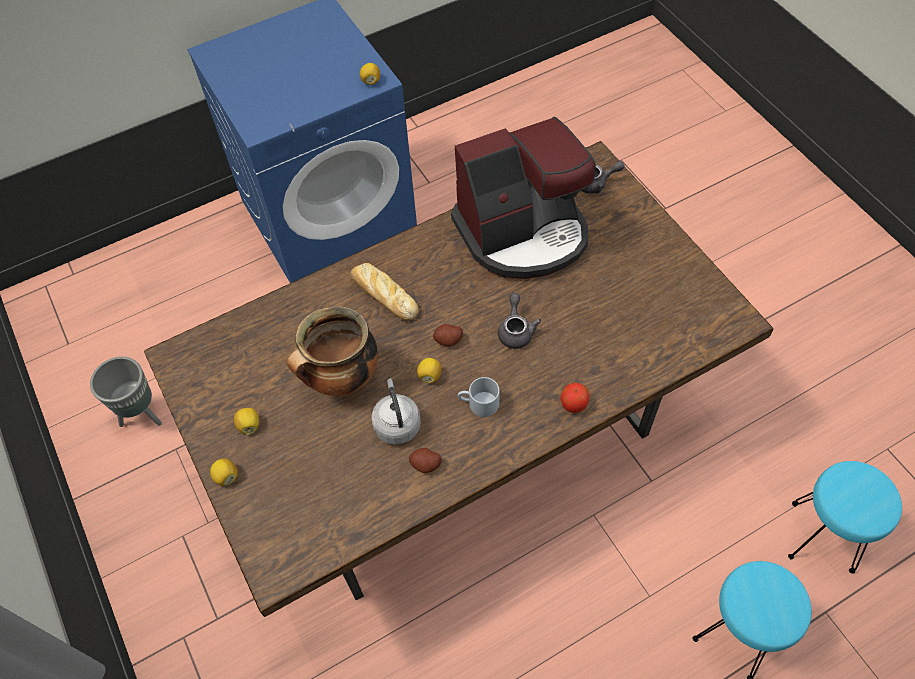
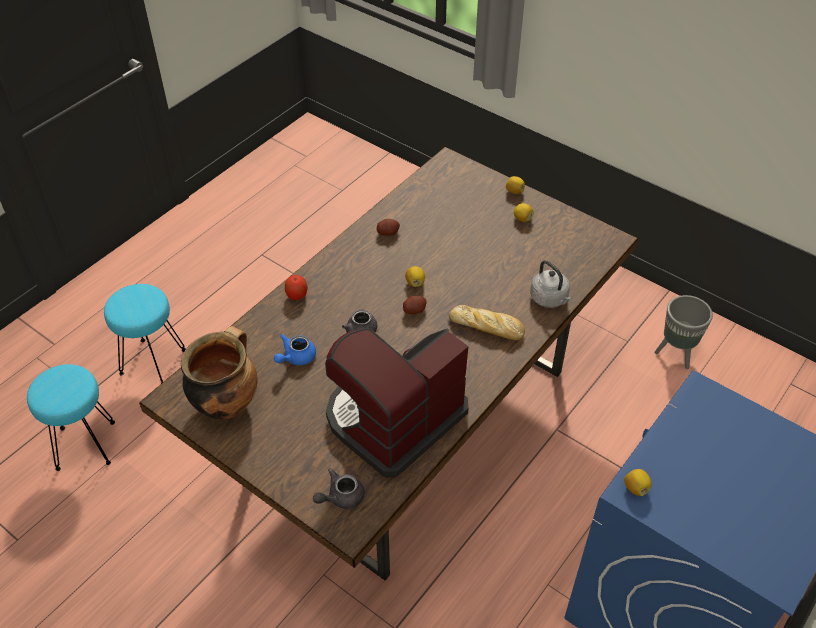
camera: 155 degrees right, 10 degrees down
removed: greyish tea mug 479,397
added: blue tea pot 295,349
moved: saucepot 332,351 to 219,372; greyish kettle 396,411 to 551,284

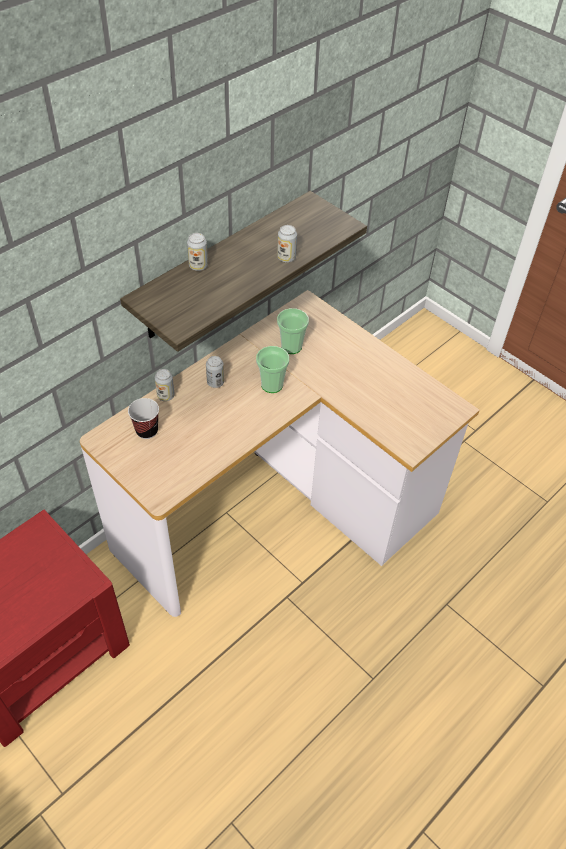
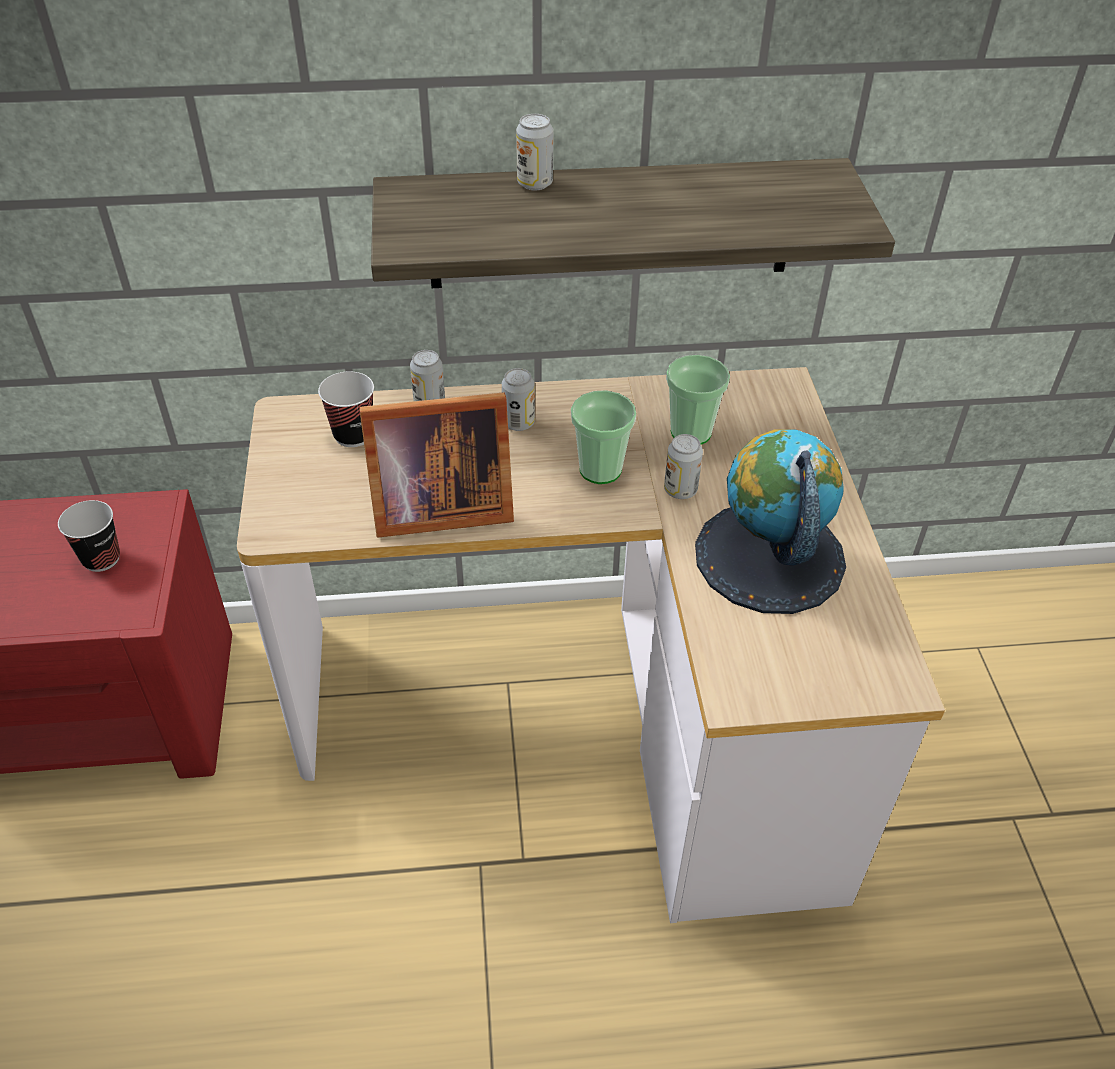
camera: 40 degrees right, 5 degrees down
added: photo frame 437,465; desk globe 770,521; small cup 89,536
moved: sealed can 287,244 to 683,466

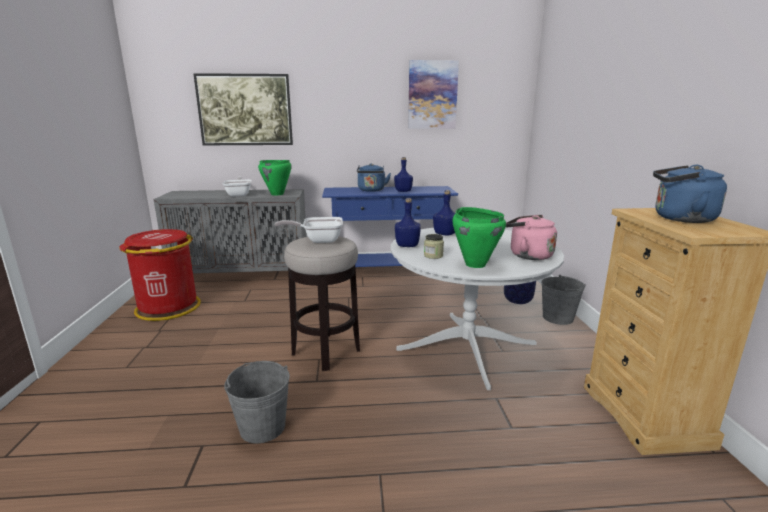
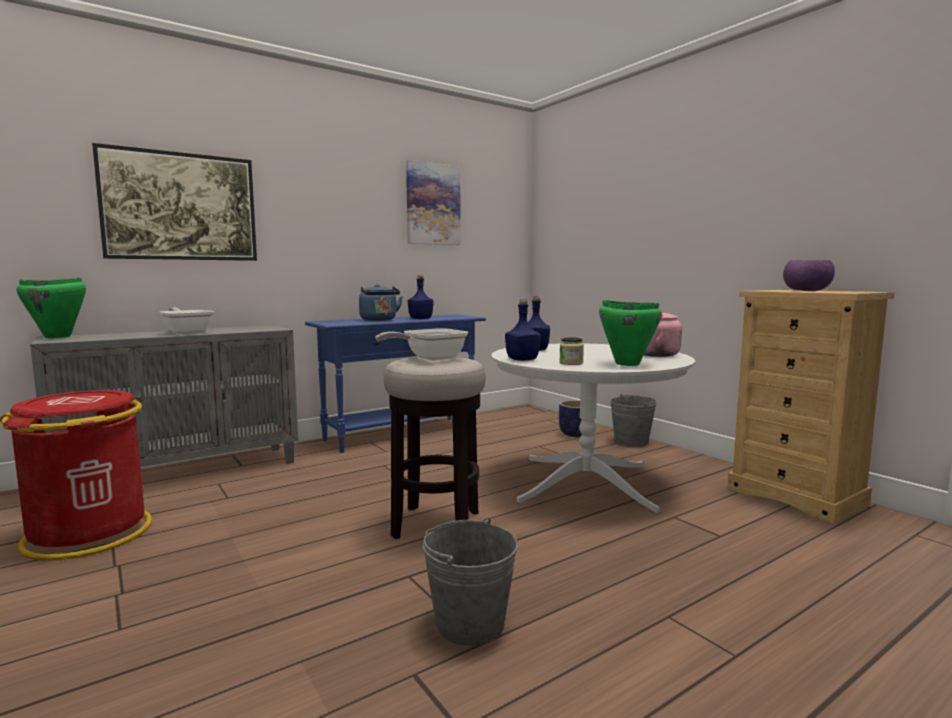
camera: 30 degrees left, 10 degrees down
moved: green saucepot 275,177 to 51,308
replaced: blue kettle 690,194 to purple serving bowl 809,275

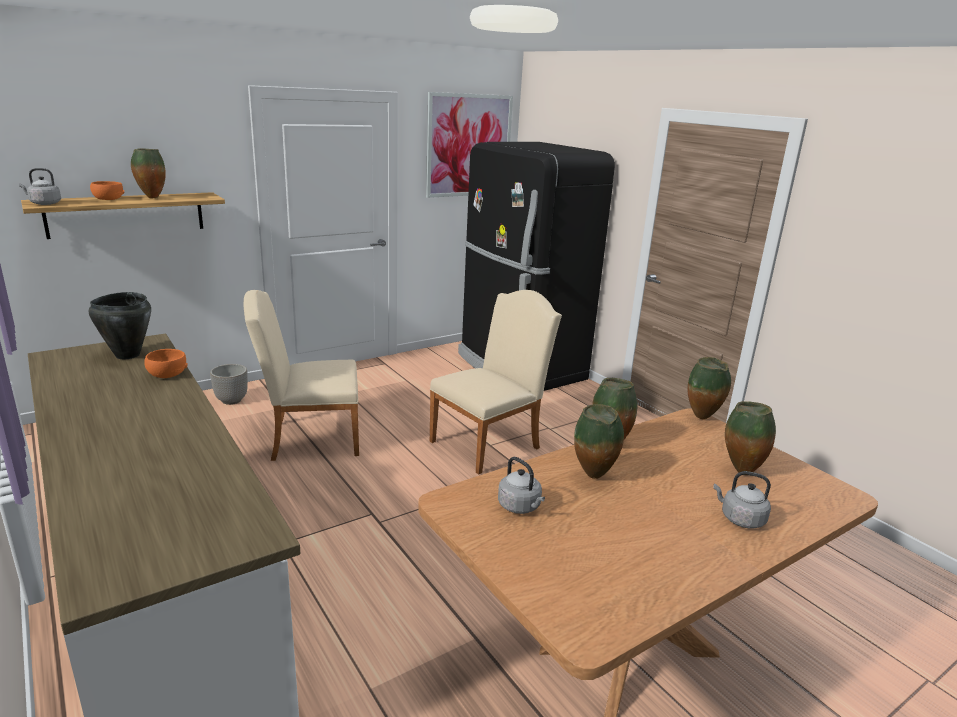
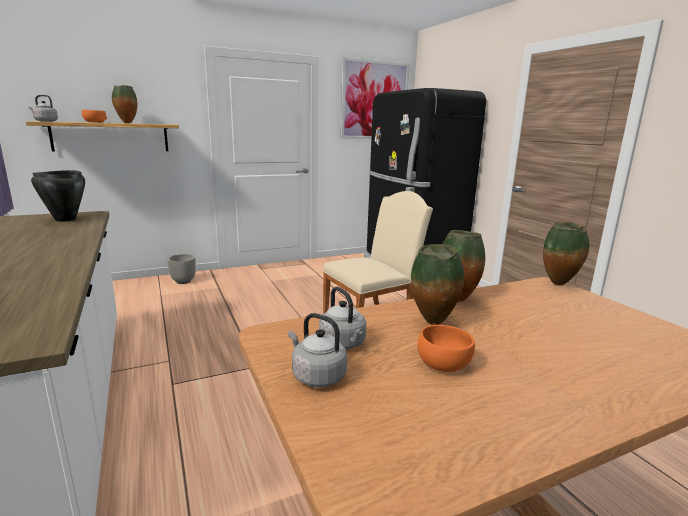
camera: 10 degrees right, 5 degrees down
removed: beige plain chair 301,375; decorative vase 750,436
moved: orange-coloured serving bowl 166,363 to 446,348; greyish kettle 742,500 to 317,350

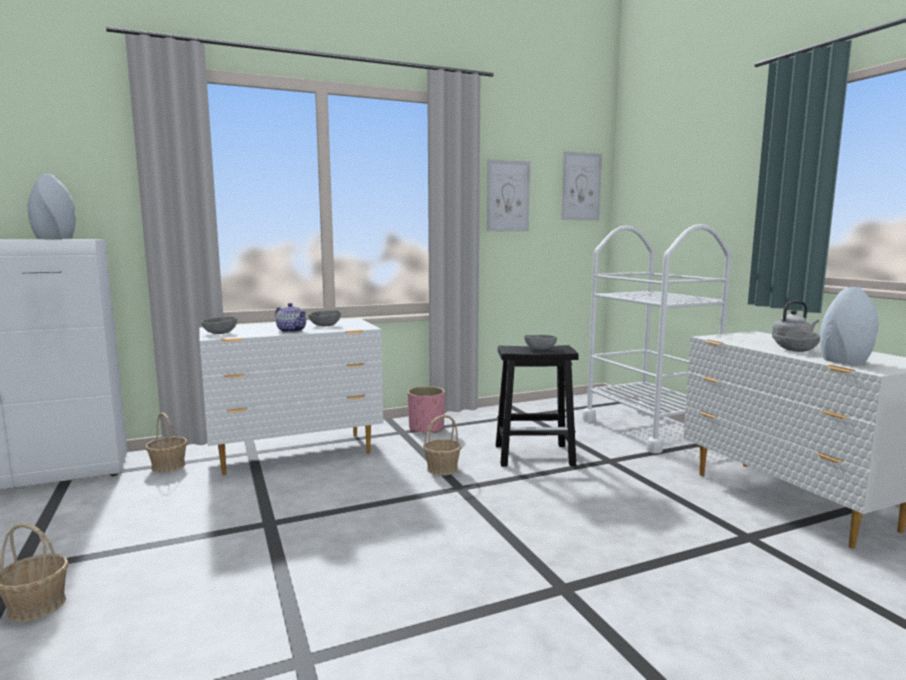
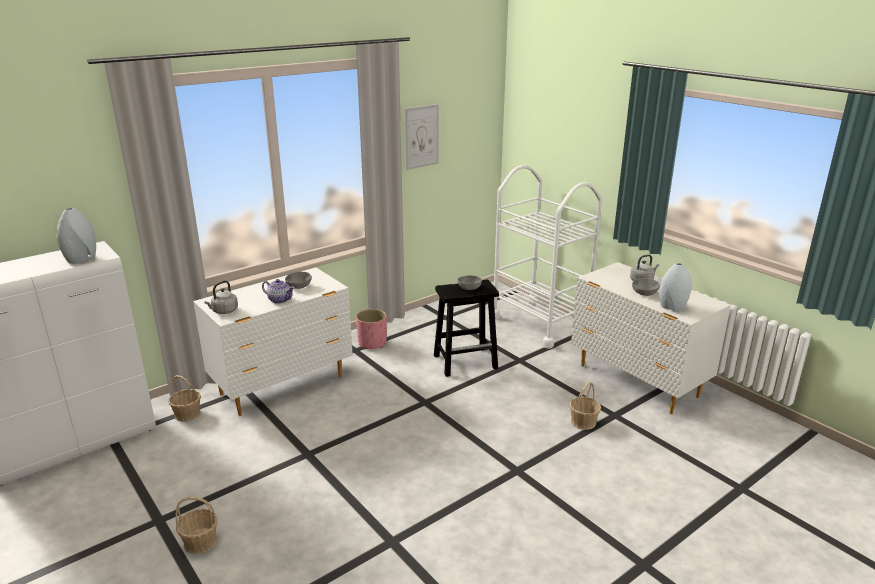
camera: 15 degrees left, 15 degrees up
removed: wall art 581,185
moved: household basket 442,445 to 585,406
replaced: greyish serving bowl 219,325 to greyish kettle 221,297

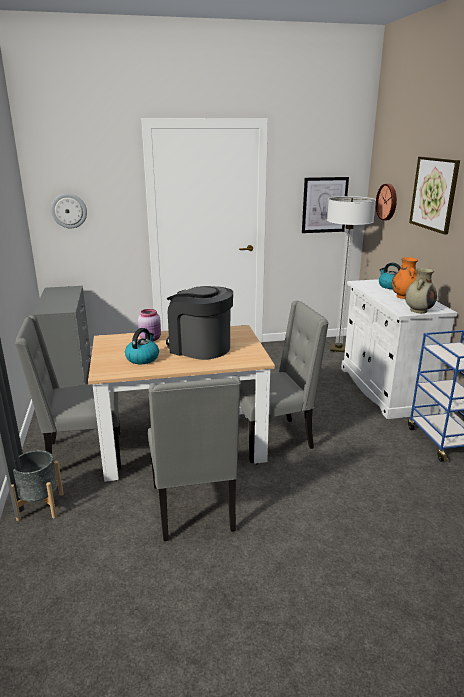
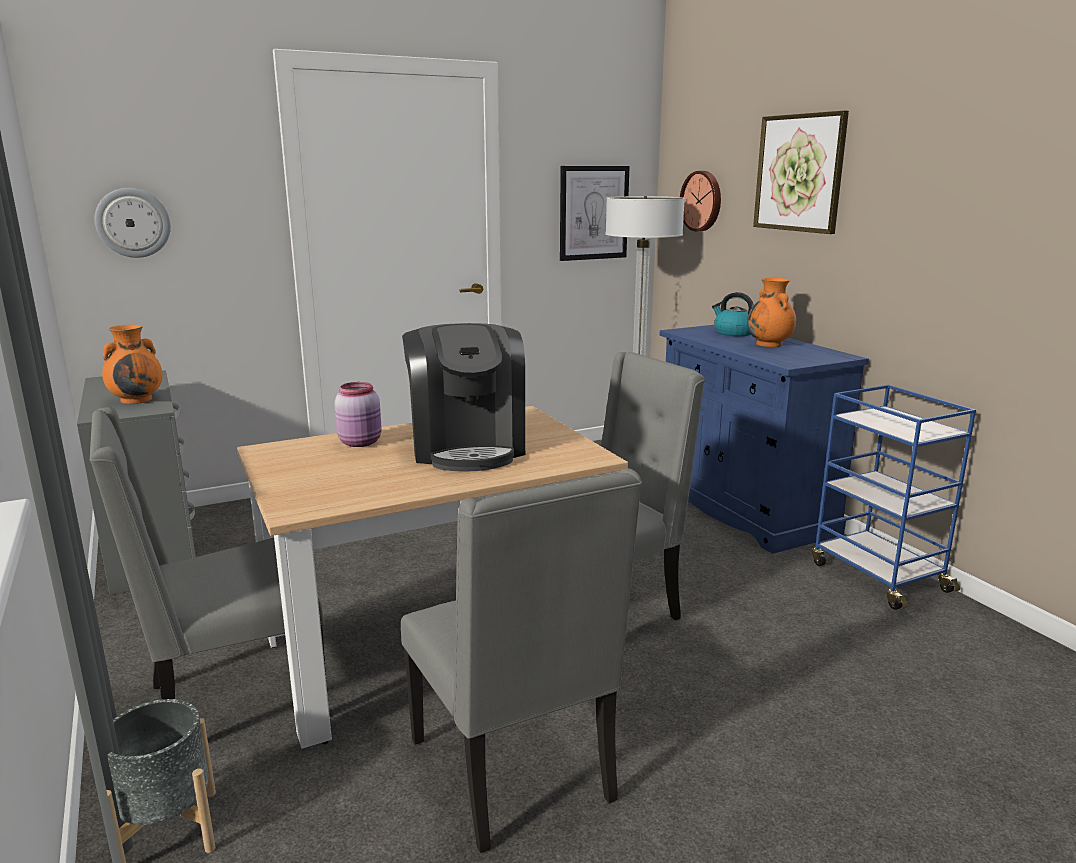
camera: 15 degrees left, 5 degrees down
removed: beige decorative vase 421,290; kettle 142,346
added: orange-coloured decorative vase 132,364
recoloured: white-coloured cupboard 399,349 to blue cupboard 764,439
turned: coffee maker 199,323 = 463,397 120 degrees counterclockwise

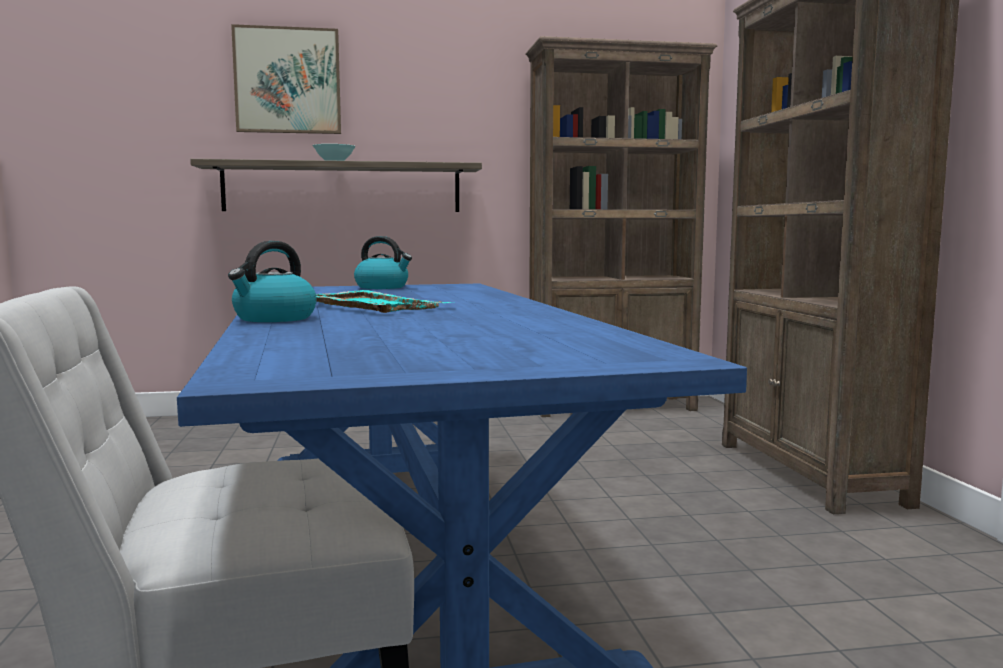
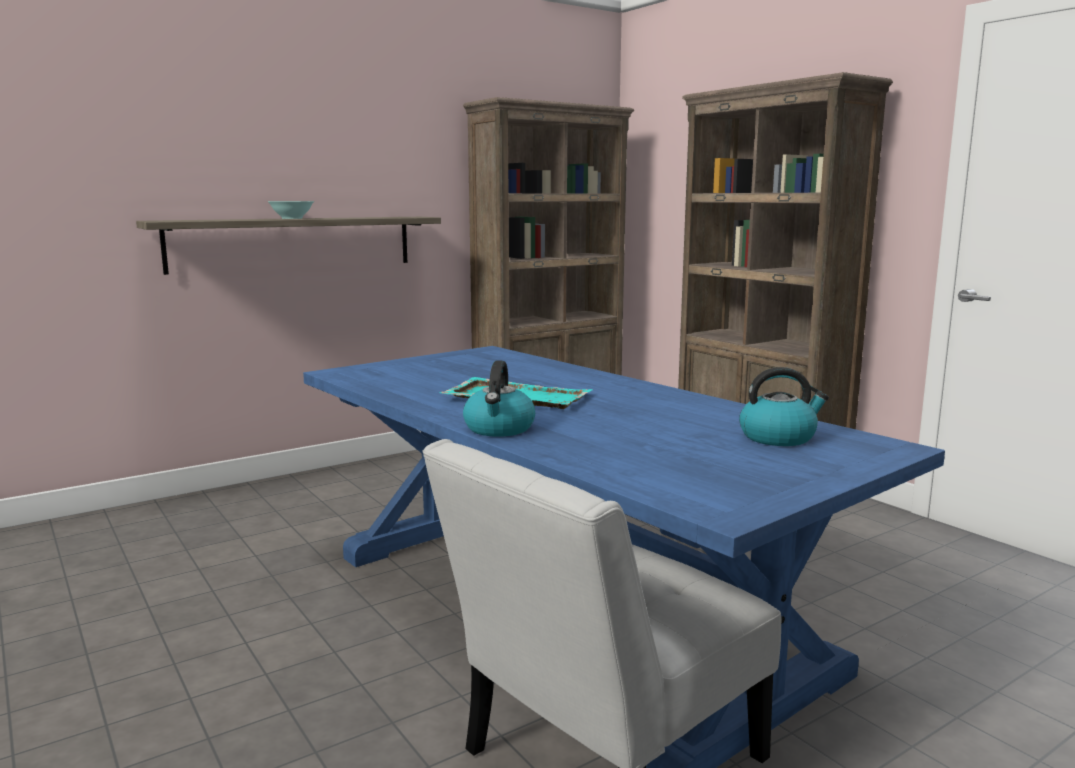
camera: 25 degrees left, 5 degrees up
removed: wall art 286,79
moved: kettle 383,262 to 784,406

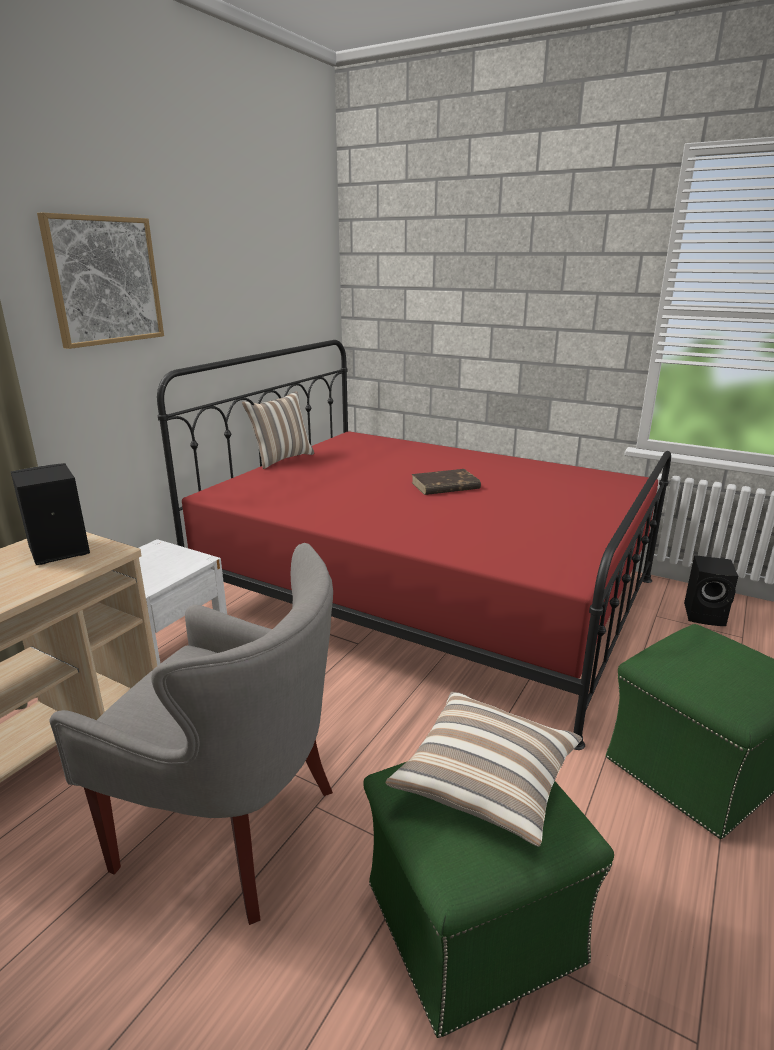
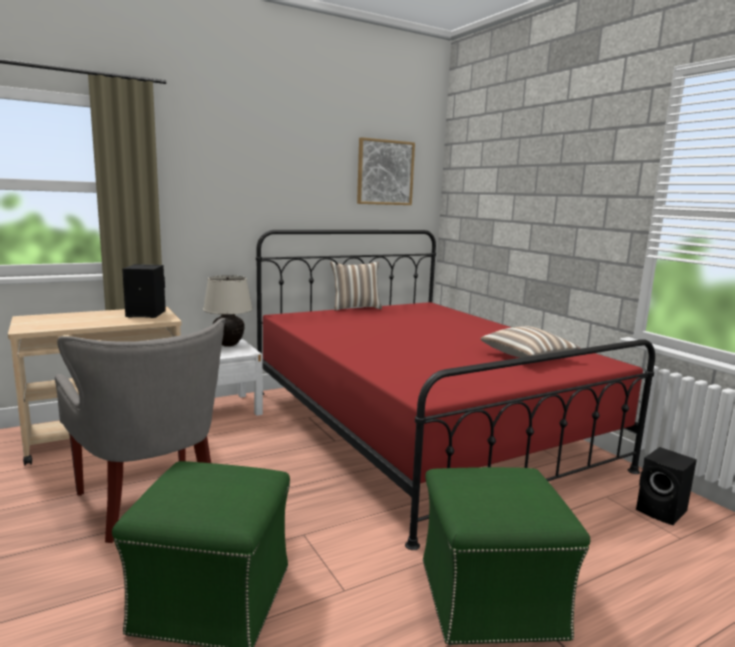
camera: 30 degrees right, 10 degrees down
removed: brown bound book 446,482
added: beige table lamp 228,311
moved: wall art 100,281 to 386,171; throw pillow 483,769 to 530,342

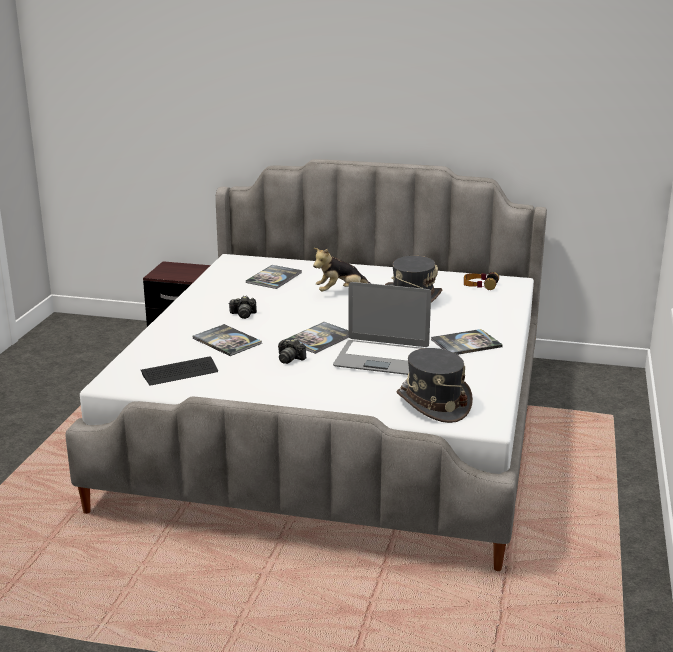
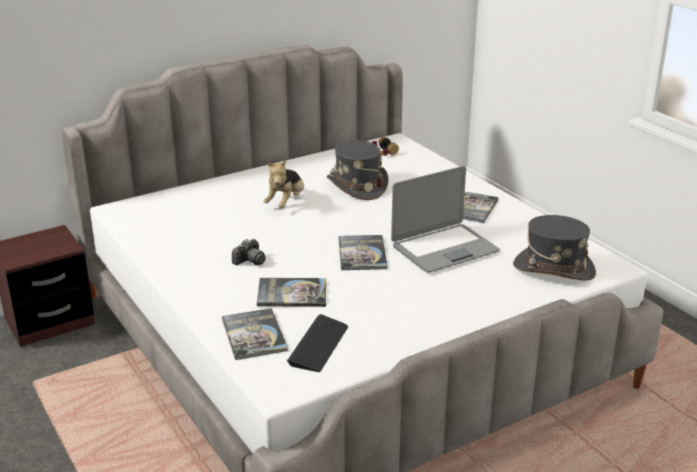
camera: 45 degrees left, 5 degrees up
removed: still camera 292,351
moved: bound book 274,277 to 255,334

